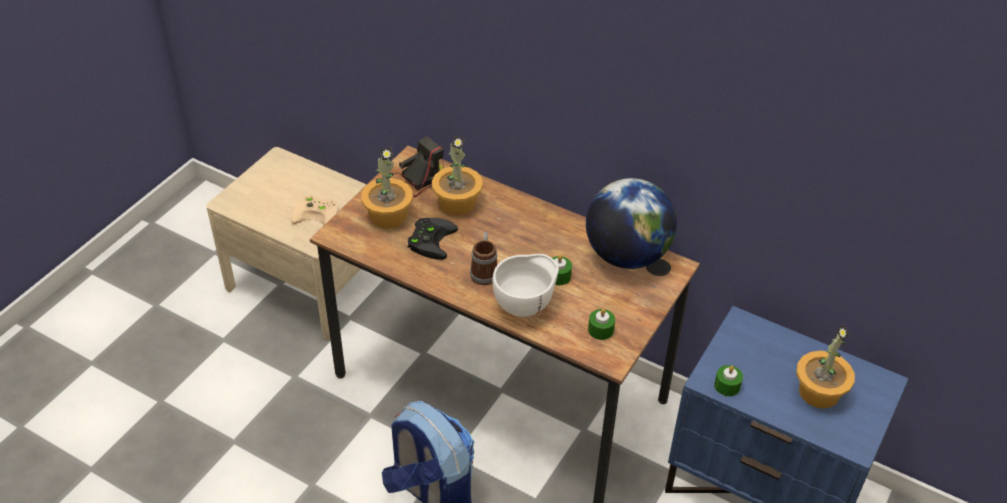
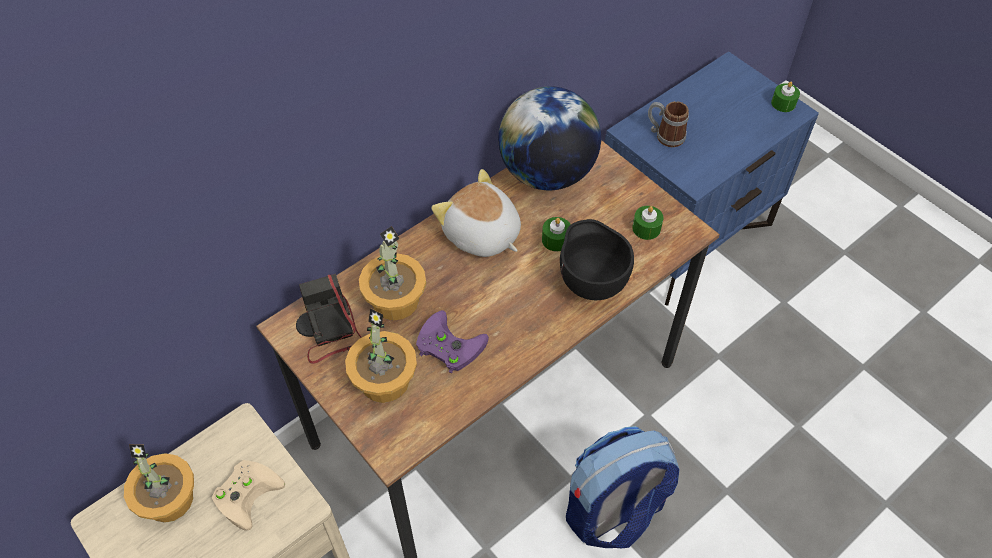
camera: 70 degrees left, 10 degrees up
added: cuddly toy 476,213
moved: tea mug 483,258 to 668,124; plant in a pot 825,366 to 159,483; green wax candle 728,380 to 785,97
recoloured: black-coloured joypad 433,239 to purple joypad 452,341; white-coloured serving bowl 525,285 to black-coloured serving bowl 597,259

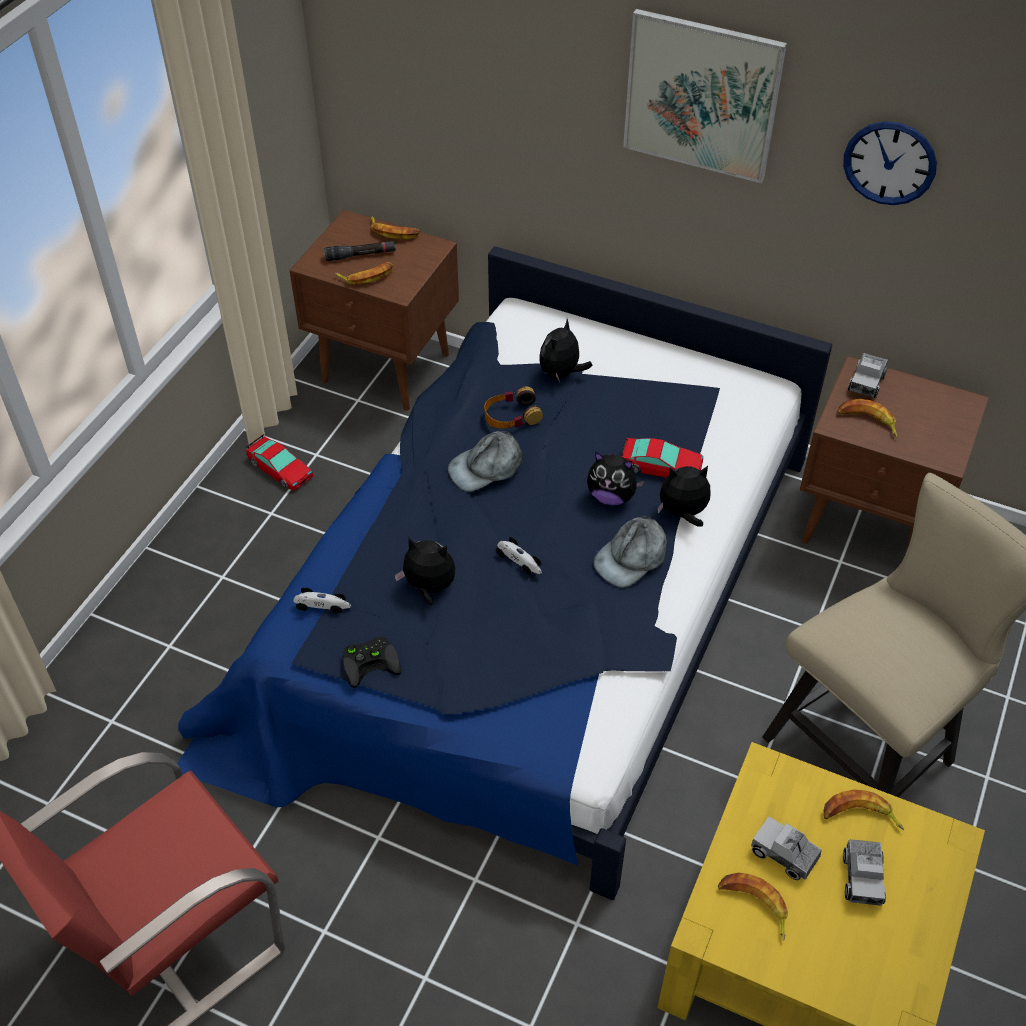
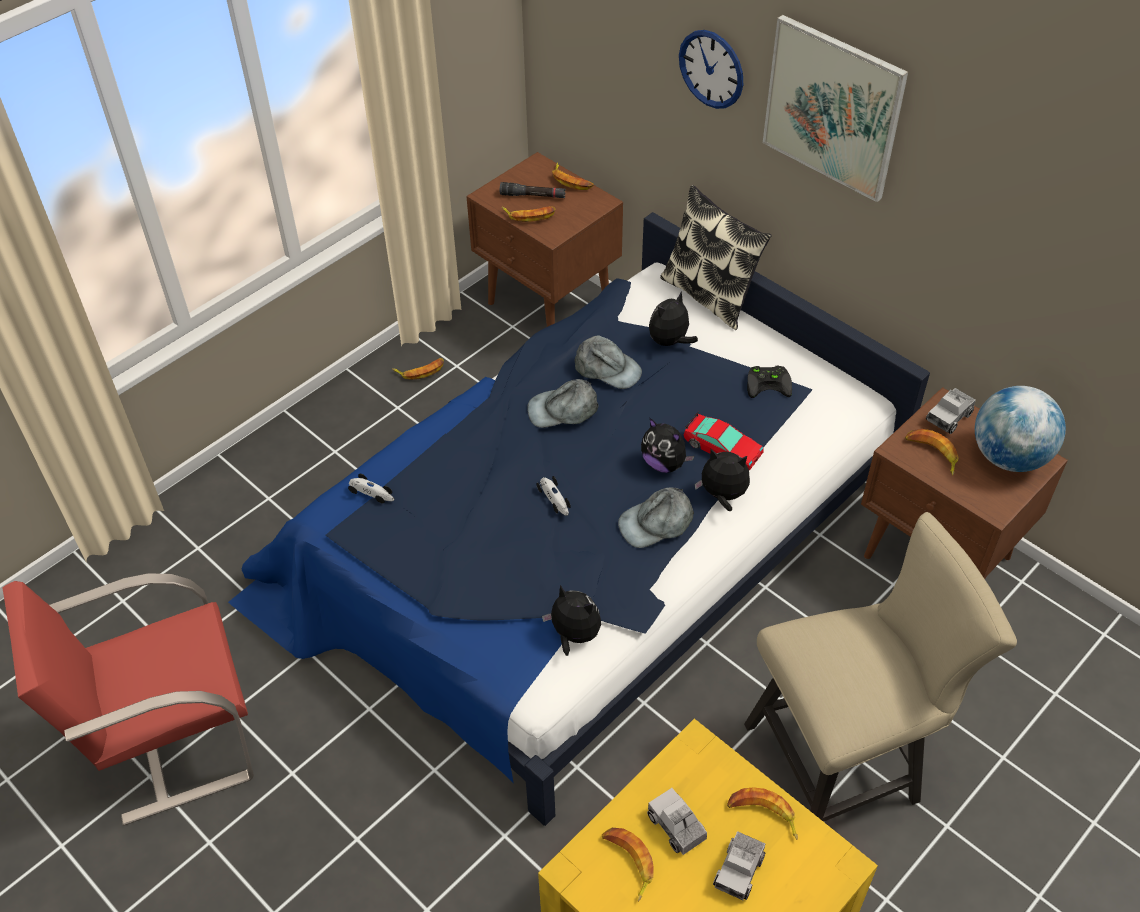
camera: 20 degrees right, 0 degrees up
added: throw pillow 716,257; desk globe 1020,429
moved: hanging clock 890,163 to 711,69; cuddly toy 424,571 to 571,620; black-coloured joypad 372,662 to 769,382
replaced: headset 513,408 to greyish cap 608,362; toy car 279,462 to banana fruit 418,369

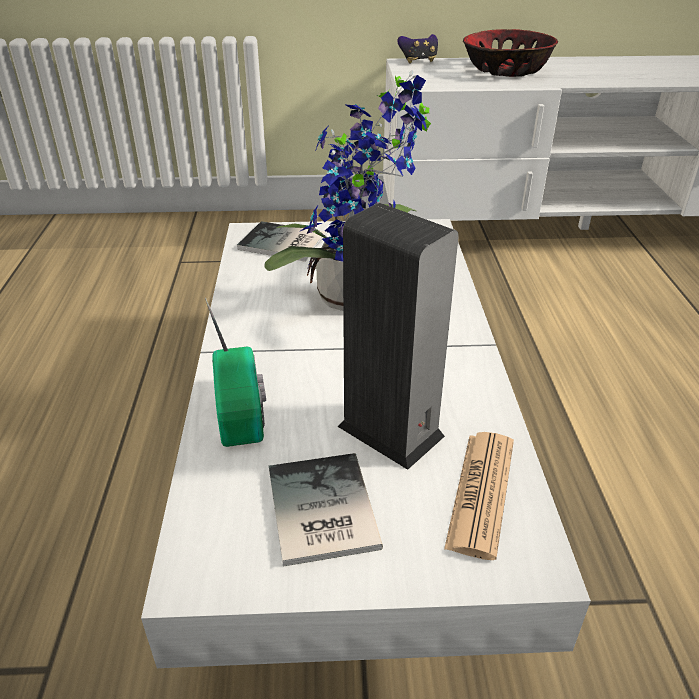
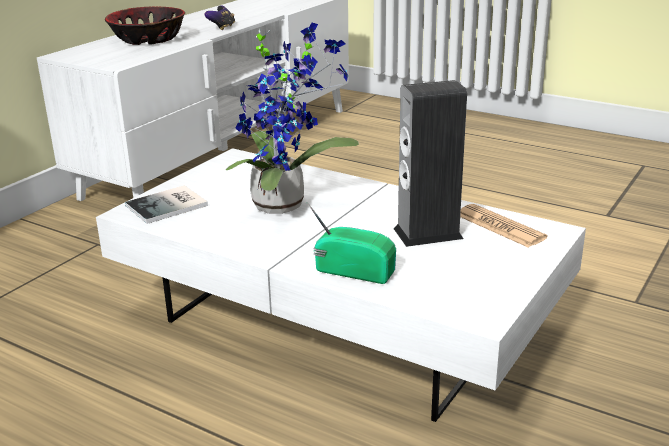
camera: 55 degrees left, 10 degrees down
removed: bound book 326,510
moved: joypad 417,48 to 220,17

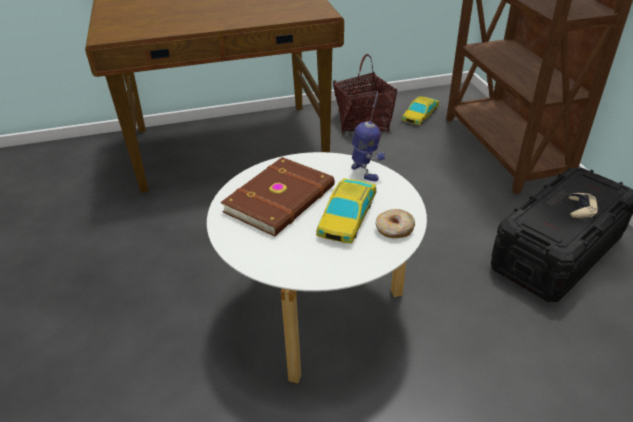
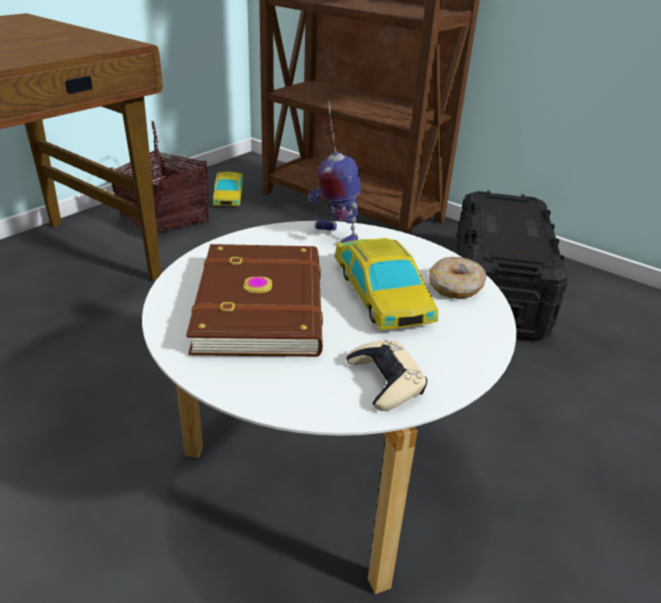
camera: 40 degrees left, 5 degrees down
moved: beige joypad 583,205 to 386,375
turned: model robot 368,136 = 334,172 150 degrees counterclockwise

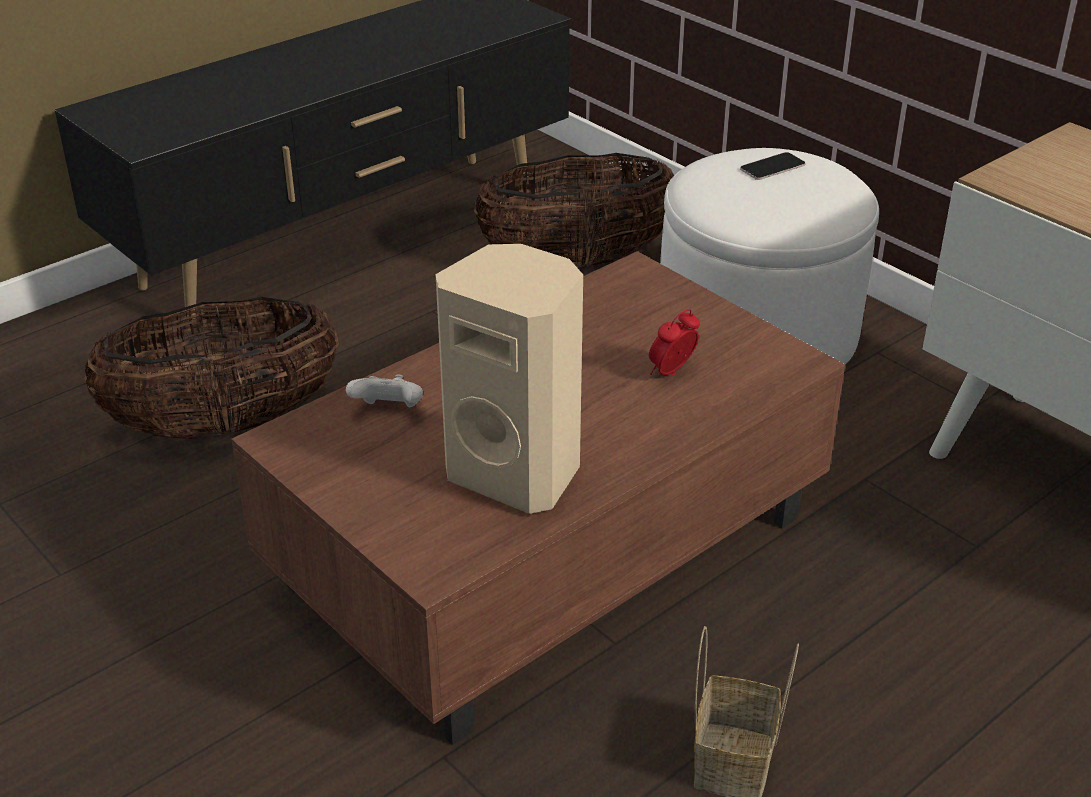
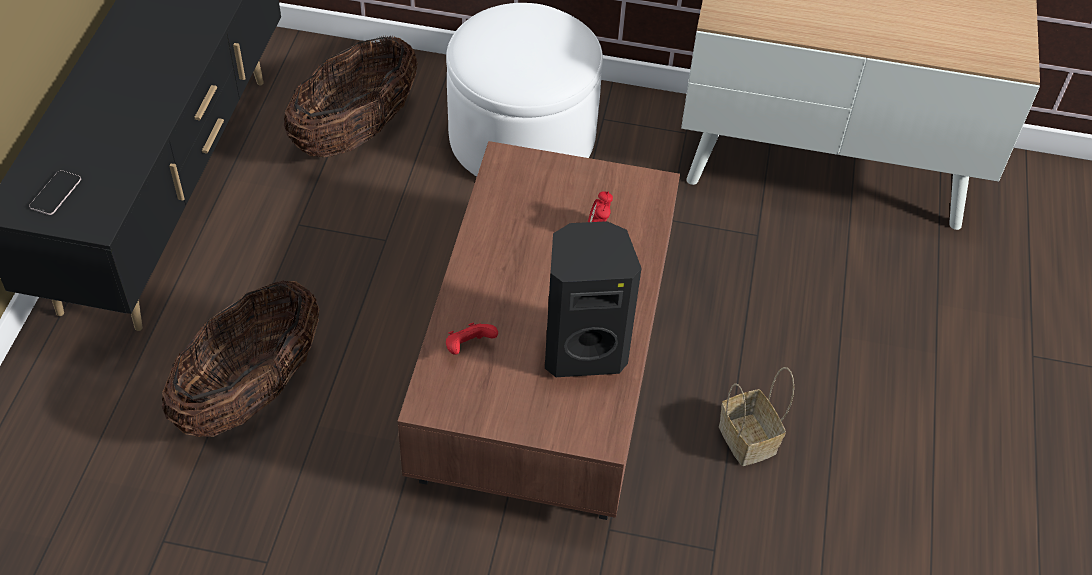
camera: 40 degrees left, 15 degrees up
moved: phone 773,166 to 55,192
recoloured: beige audio speaker 509,379 to black-coloured audio speaker 593,299; white-coloured joypad 384,391 to reddish joypad 472,339

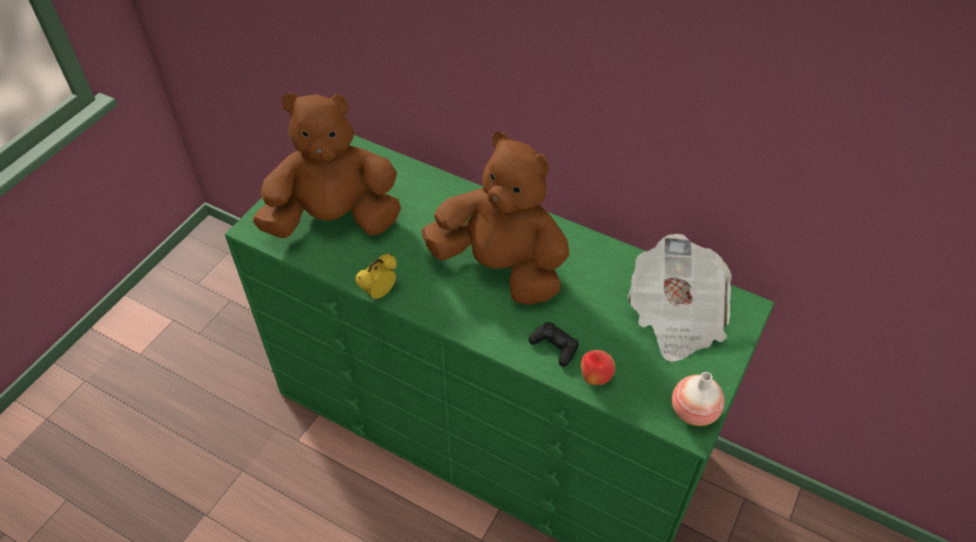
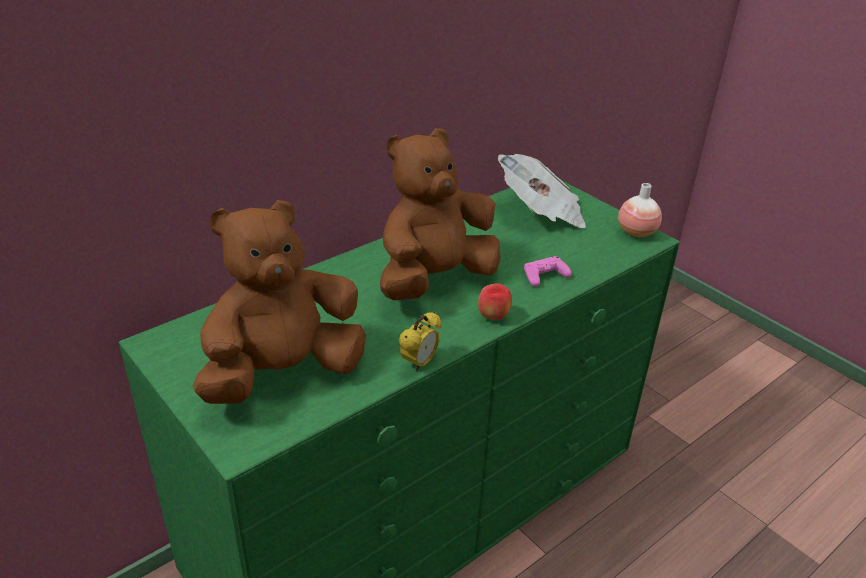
camera: 70 degrees left, 15 degrees down
moved: whole apple 598,367 to 495,302
recoloured: black-coloured joypad 553,344 to pink-coloured joypad 548,271
turned: brown cuddly toy 327,165 = 279,302 45 degrees clockwise; bedside clock 376,276 = 420,342 120 degrees counterclockwise

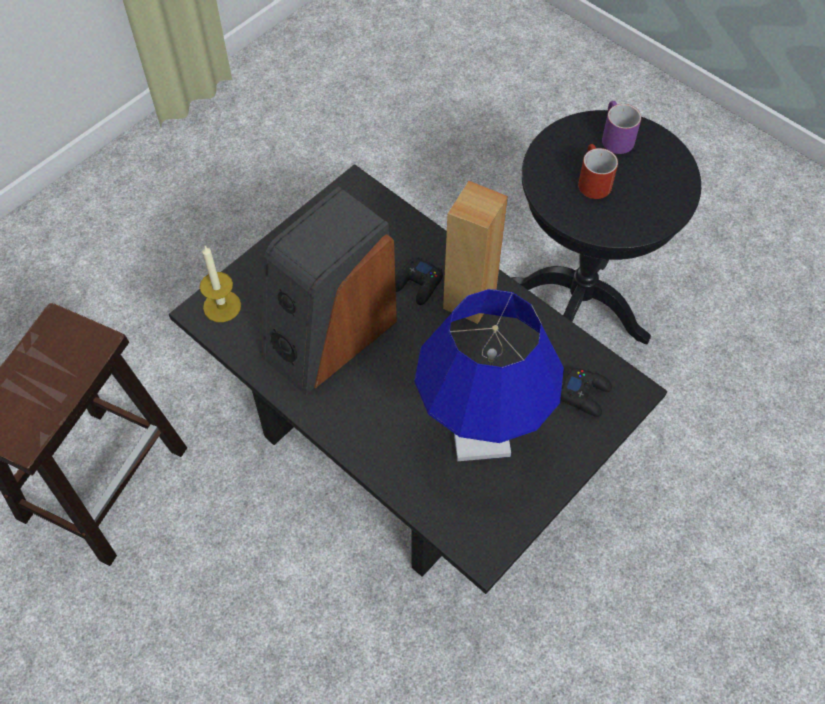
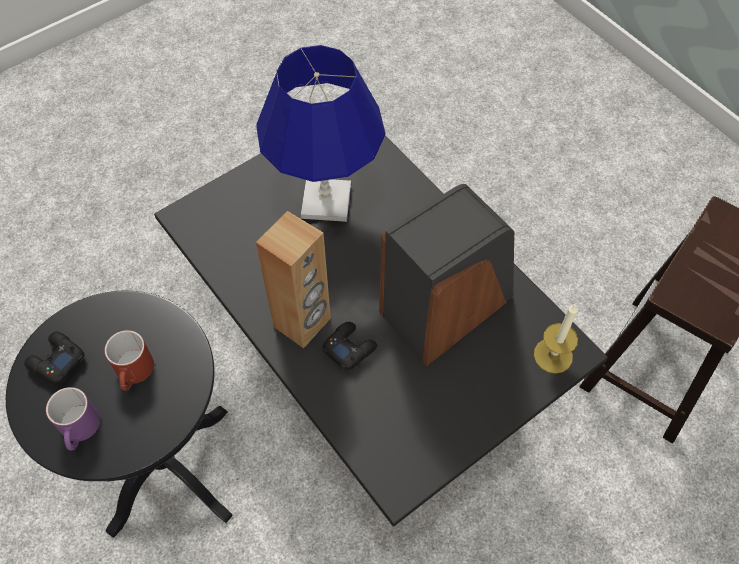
camera: 170 degrees left, 0 degrees up
moved: black-coloured joypad 586,392 to 54,357

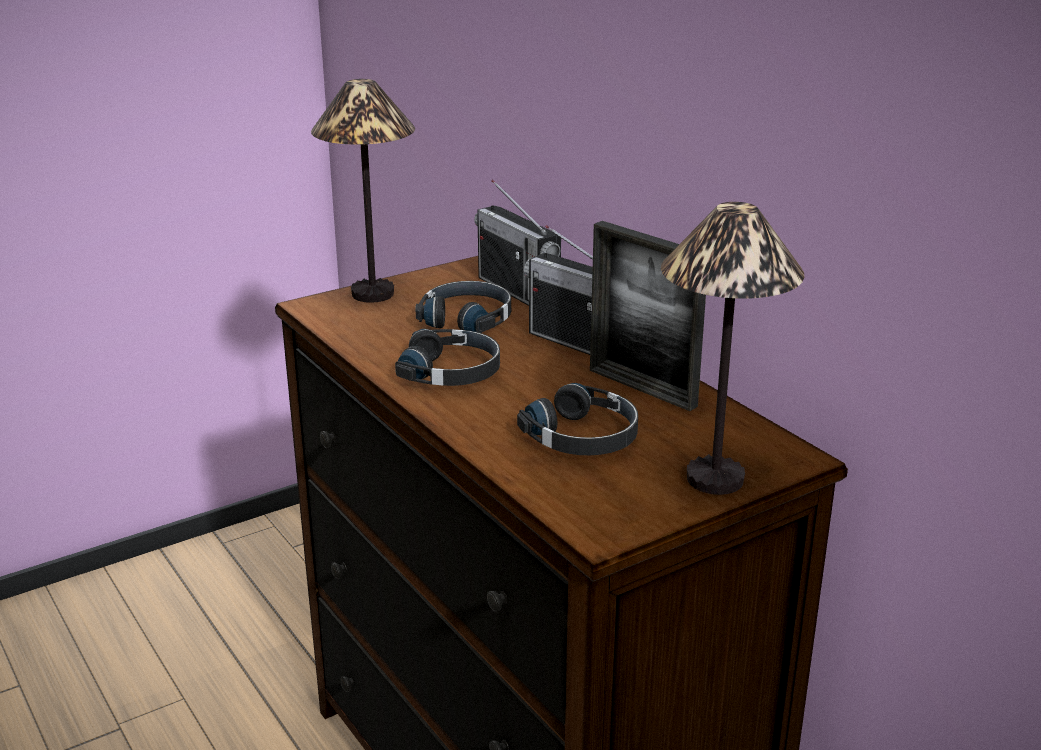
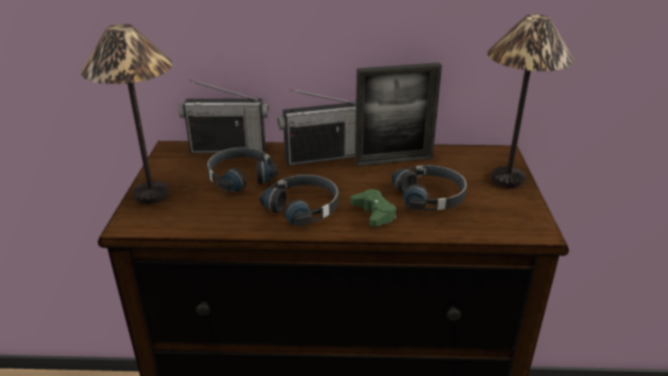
camera: 55 degrees left, 5 degrees up
added: green joypad 373,208

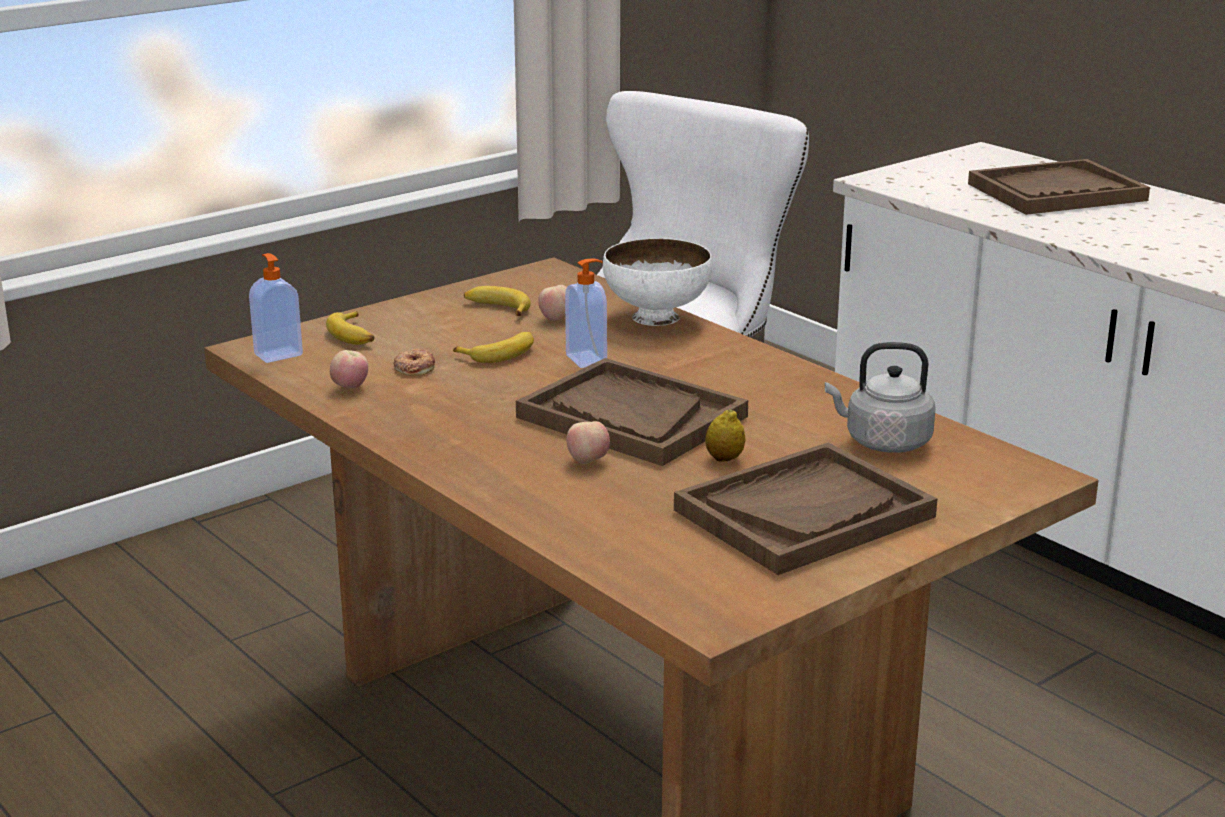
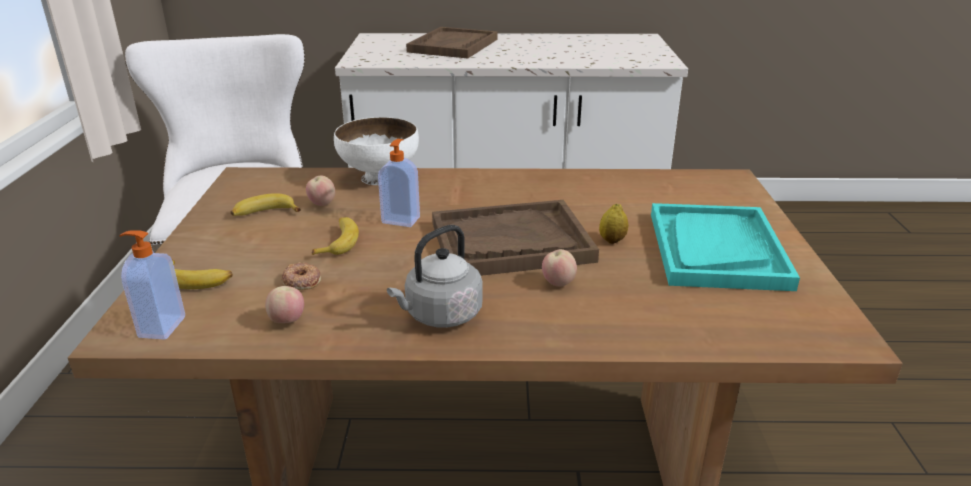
camera: 50 degrees left, 5 degrees up
moved: greyish kettle 880,397 to 435,276
recoloured: brown serving tray 805,508 to blue-green serving tray 725,247

